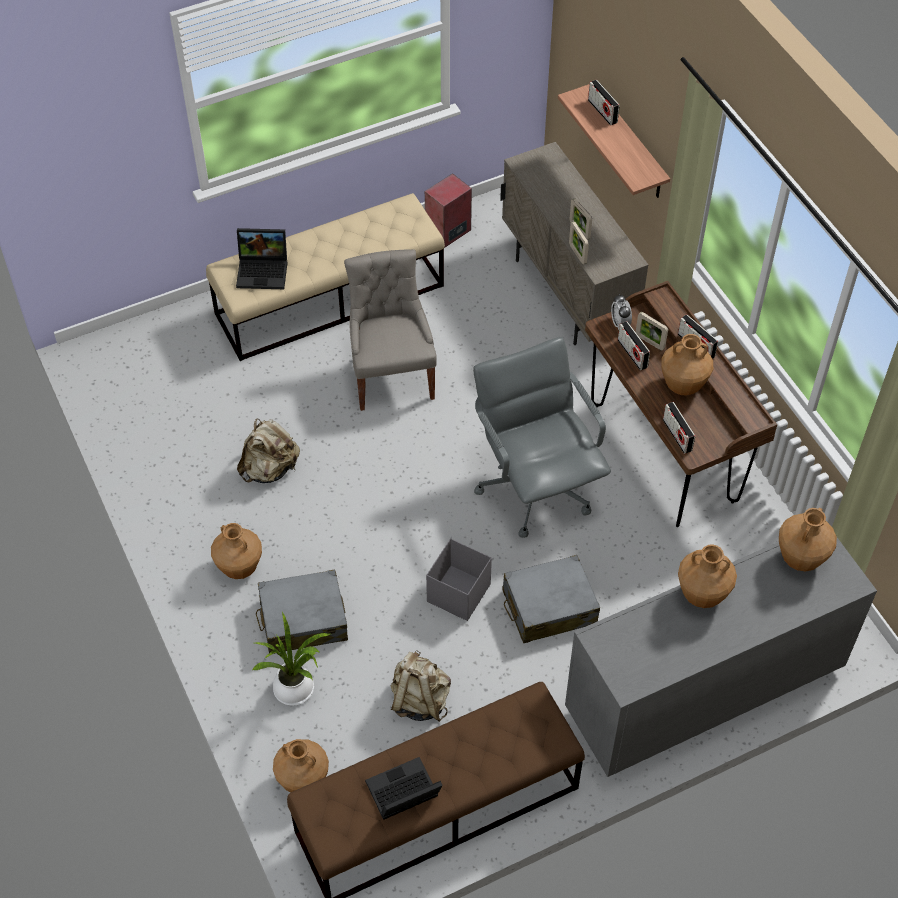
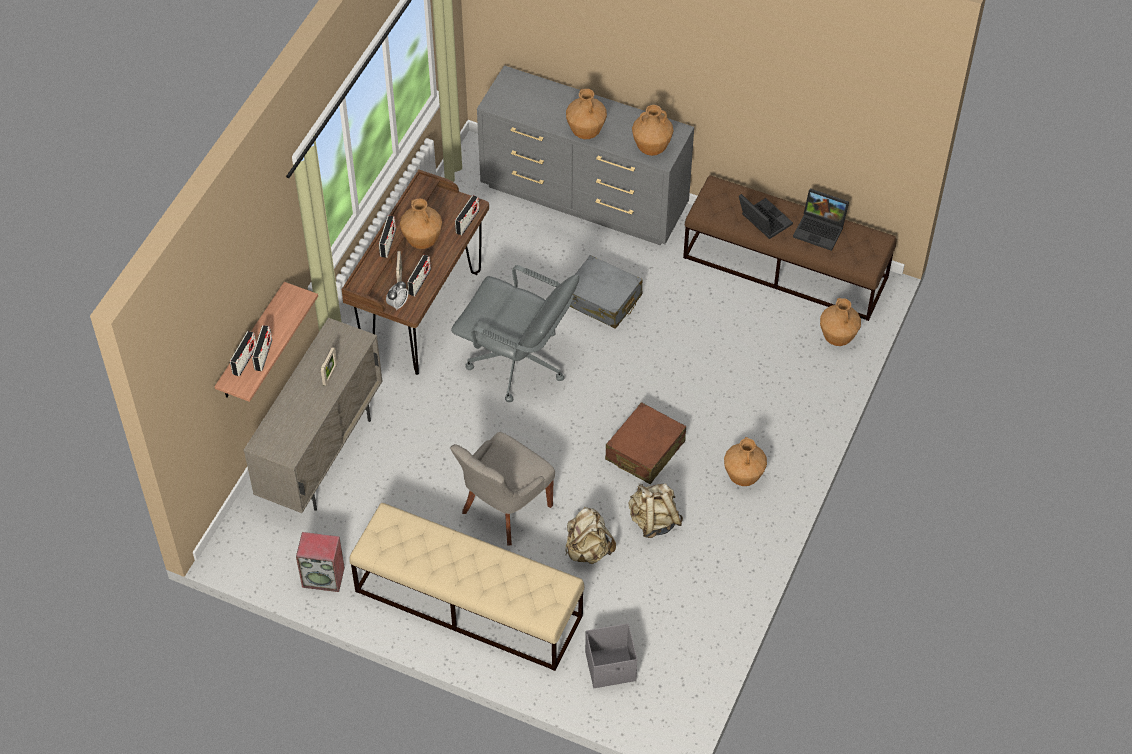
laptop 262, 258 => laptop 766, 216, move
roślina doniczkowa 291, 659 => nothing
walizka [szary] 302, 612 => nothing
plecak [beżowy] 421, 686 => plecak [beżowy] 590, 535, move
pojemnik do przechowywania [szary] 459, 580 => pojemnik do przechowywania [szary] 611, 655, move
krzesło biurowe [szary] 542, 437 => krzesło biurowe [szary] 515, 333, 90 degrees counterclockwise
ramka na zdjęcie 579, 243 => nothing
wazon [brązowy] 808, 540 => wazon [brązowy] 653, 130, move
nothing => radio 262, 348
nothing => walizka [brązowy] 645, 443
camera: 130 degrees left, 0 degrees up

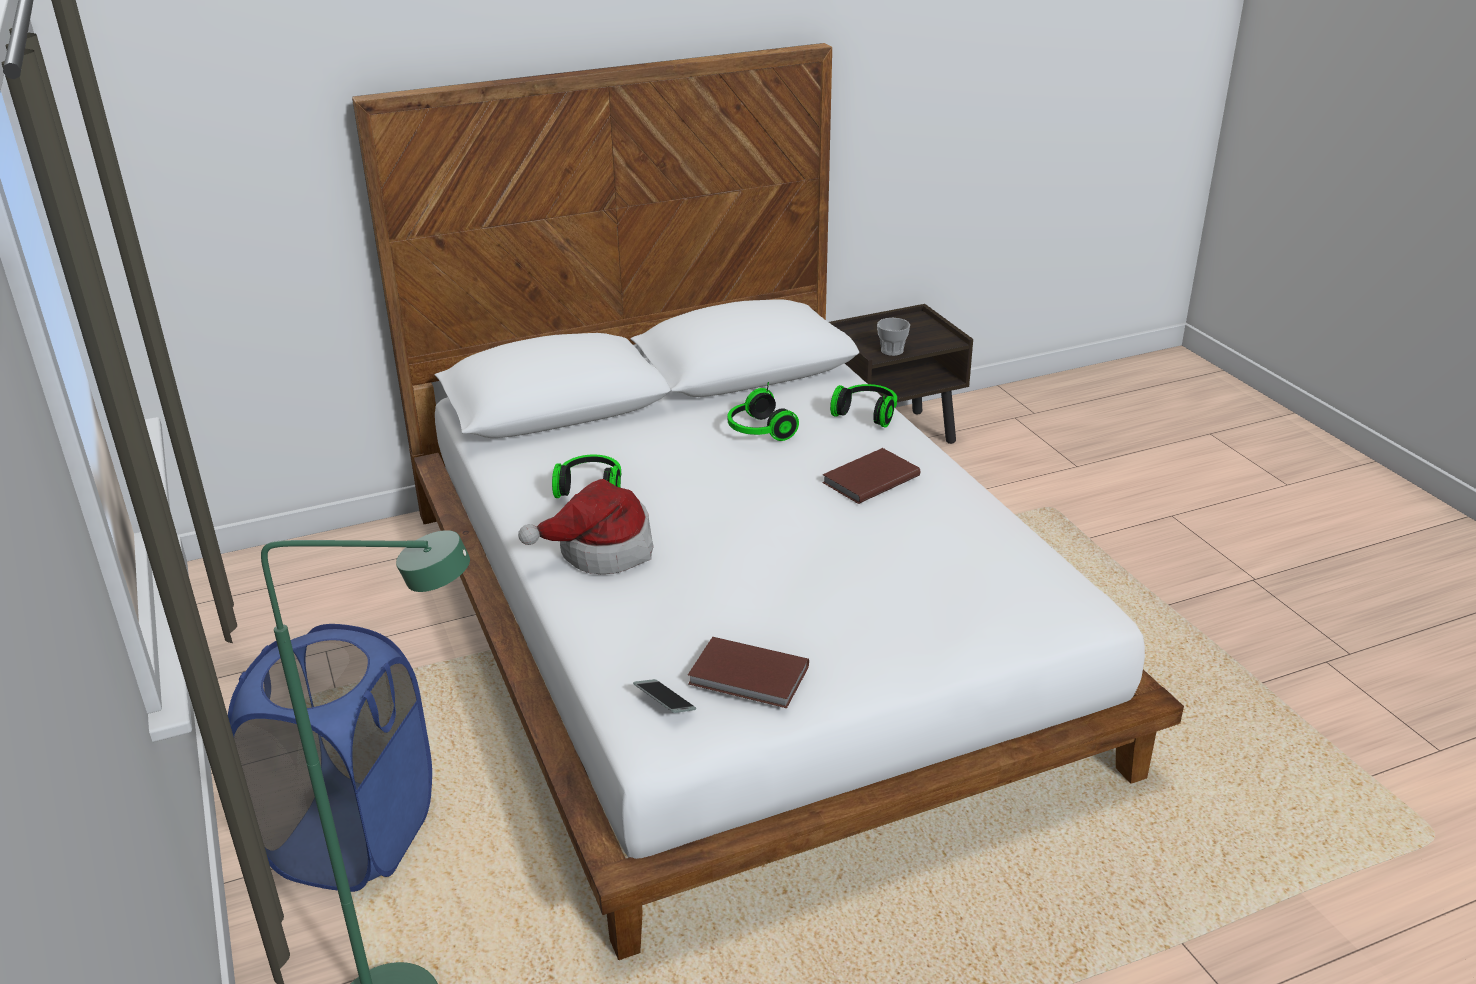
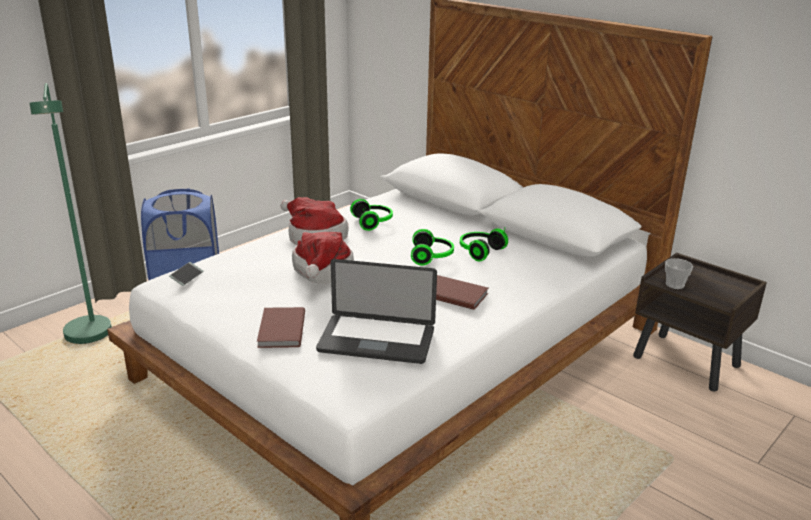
książka [brązowy] 748, 672 => książka [brązowy] 281, 327, move
słuchawki 863, 406 => słuchawki 432, 247, move
nothing => kapelusz 323, 258
nothing => laptop 376, 311
camera: 65 degrees right, 5 degrees down

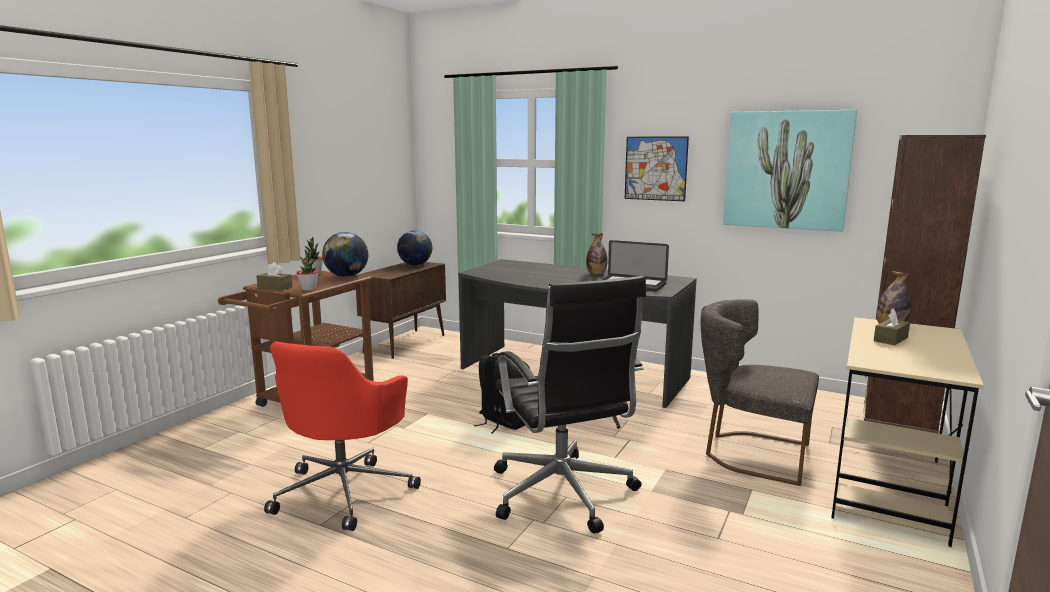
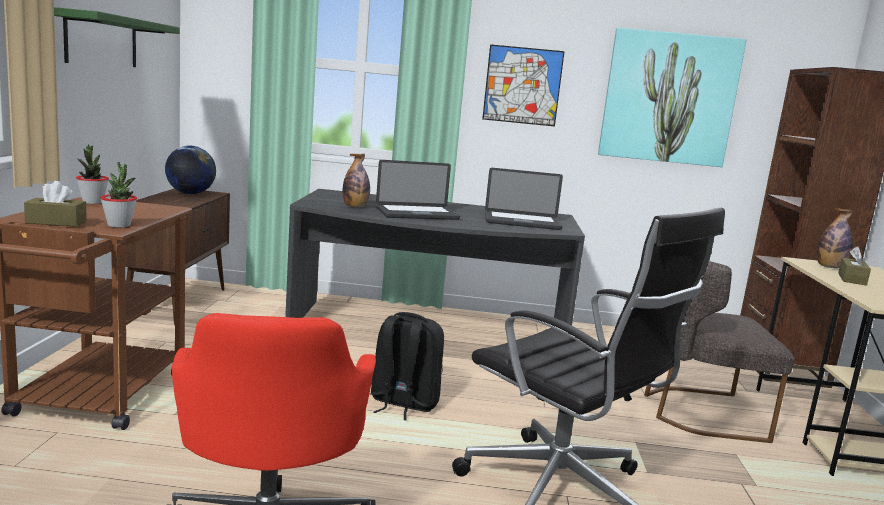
globus 345, 254 => nothing
butelka 597, 253 => butelka 356, 180, move
nothing => półka [zielony] 117, 37
nothing => laptop 418, 190
camera: 25 degrees left, 0 degrees up

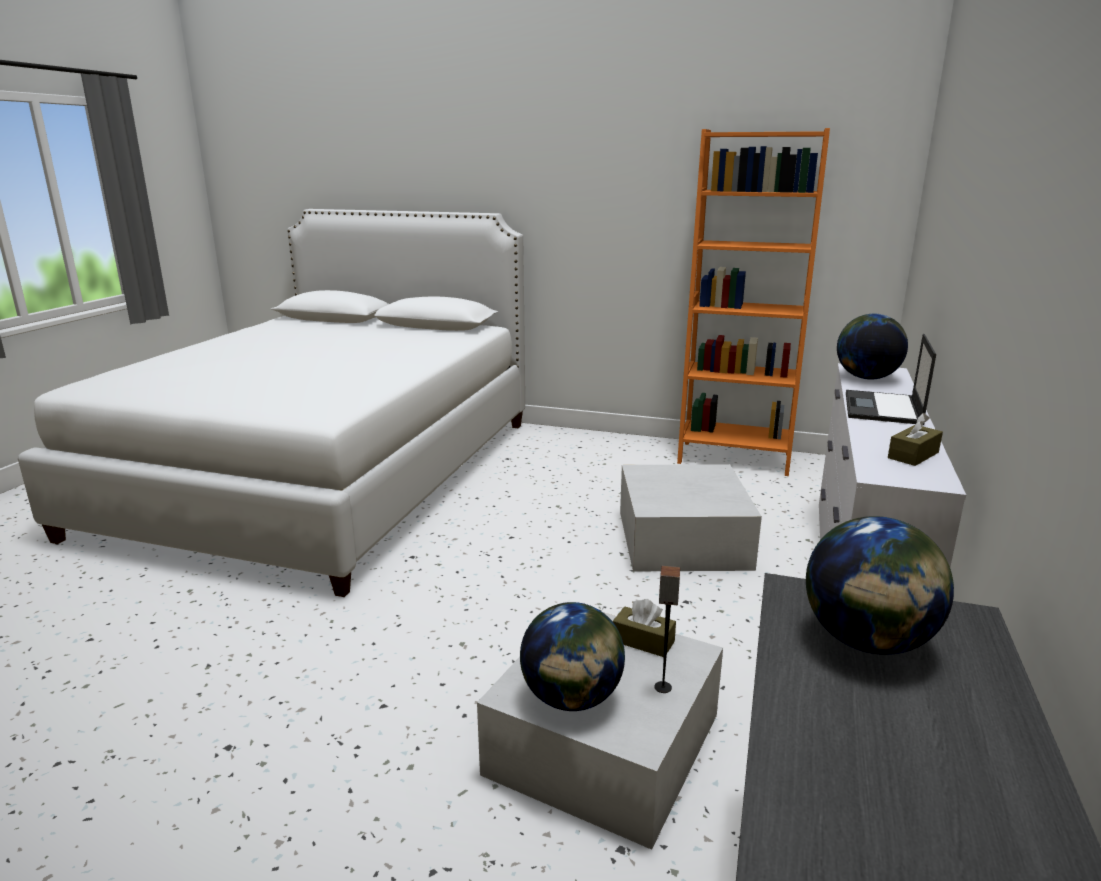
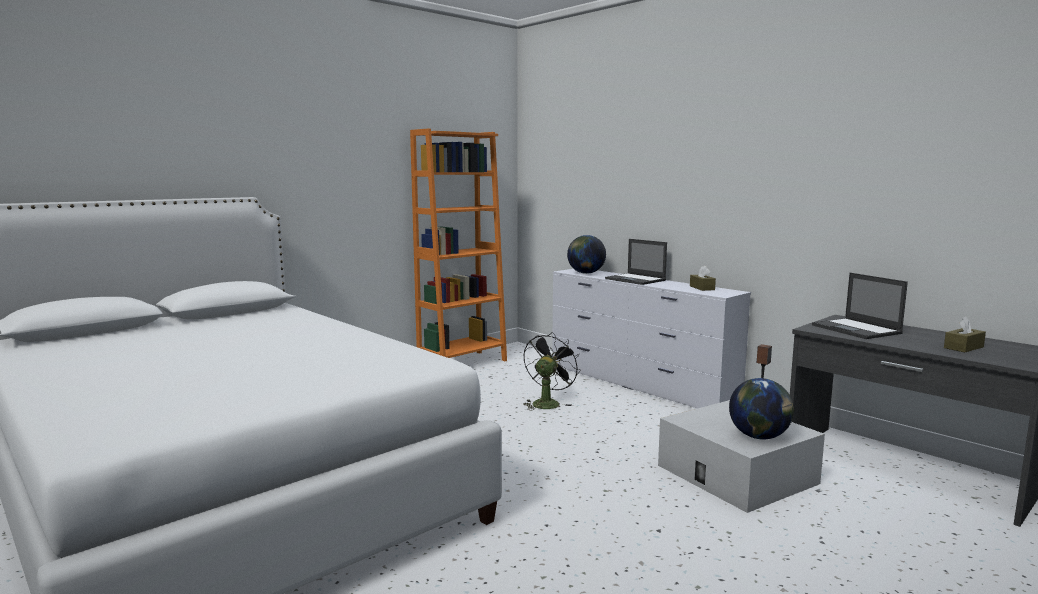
pudełko chusteczek [brązowy] 644, 628 => pudełko chusteczek [brązowy] 965, 334, move
pojemnik do przechowywania [biały] 691, 517 => wentylator [czarny] 552, 371
globus 880, 585 => laptop 860, 306
camera: 60 degrees left, 10 degrees down

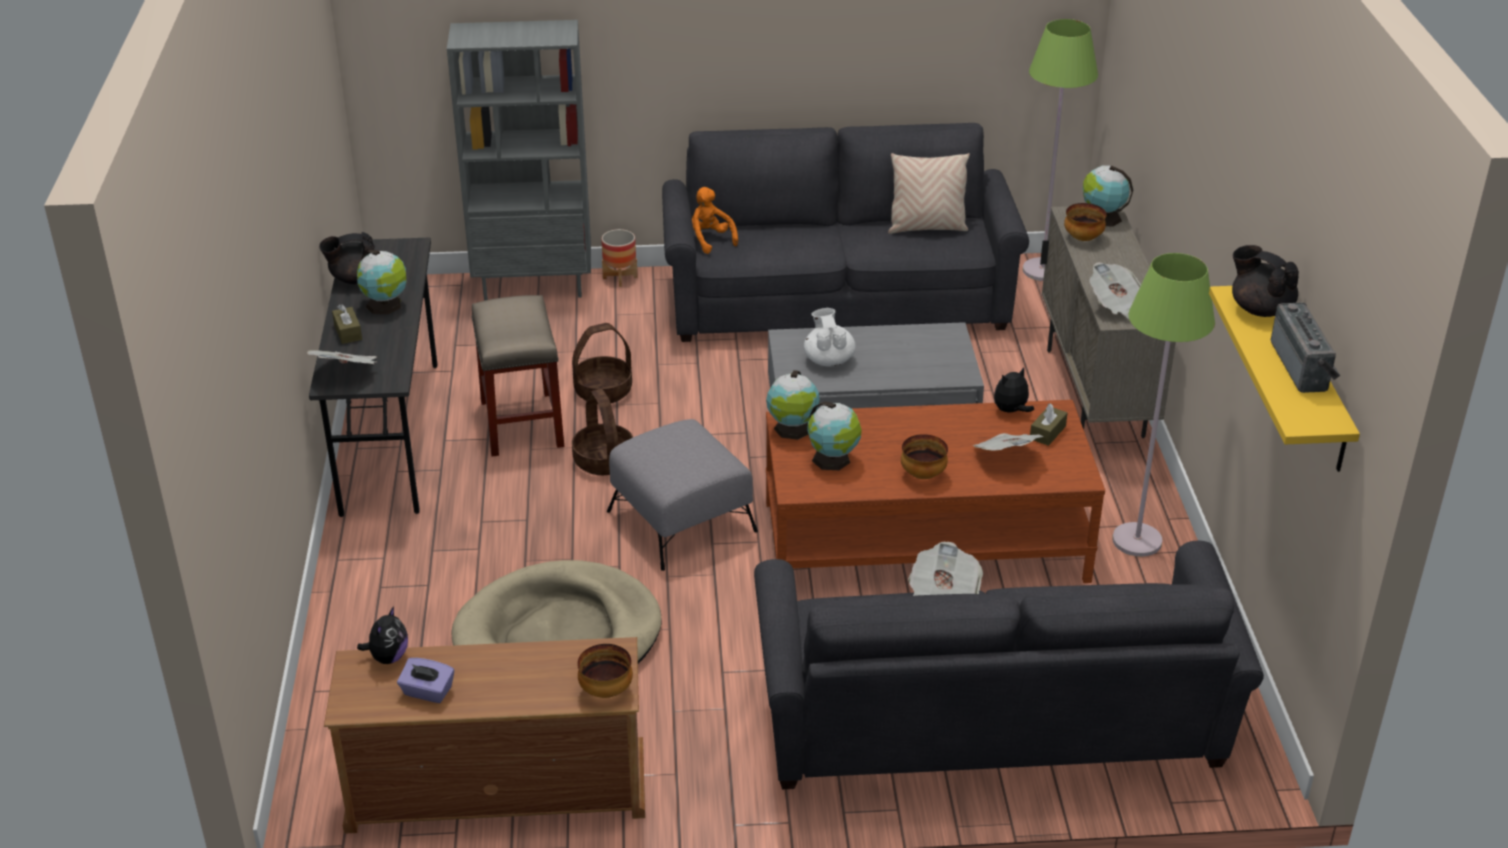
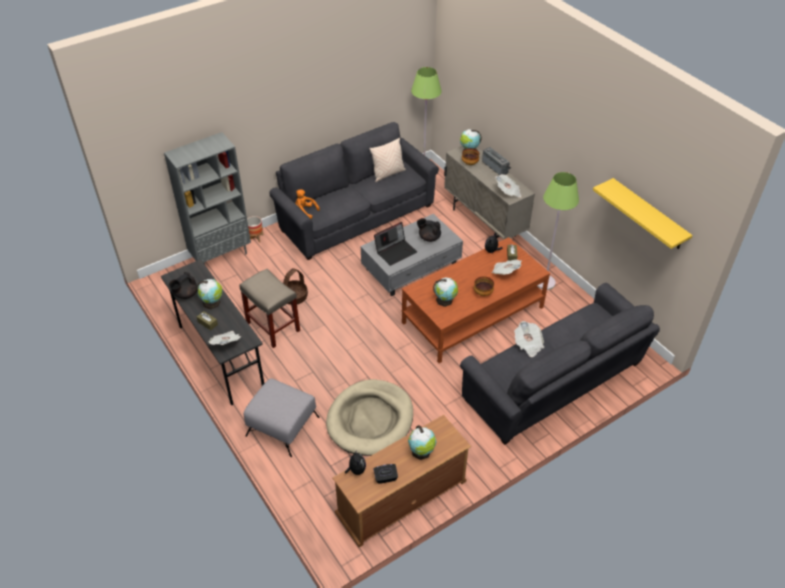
pudełko chusteczek [fioletowy] 425, 680 => pudełko chusteczek [czarny] 386, 474
koszyk 602, 432 => nothing
miska 605, 671 => nothing
pufa [szary] 682, 495 => pufa [szary] 281, 417, move
globus 793, 405 => globus 422, 442, move
imbryk [biały] 830, 337 => laptop 395, 244
imbryk [czarny] 1265, 281 => imbryk [czarny] 429, 230, move
radio 1305, 347 => radio 496, 161, move
camera: 30 degrees left, 10 degrees up

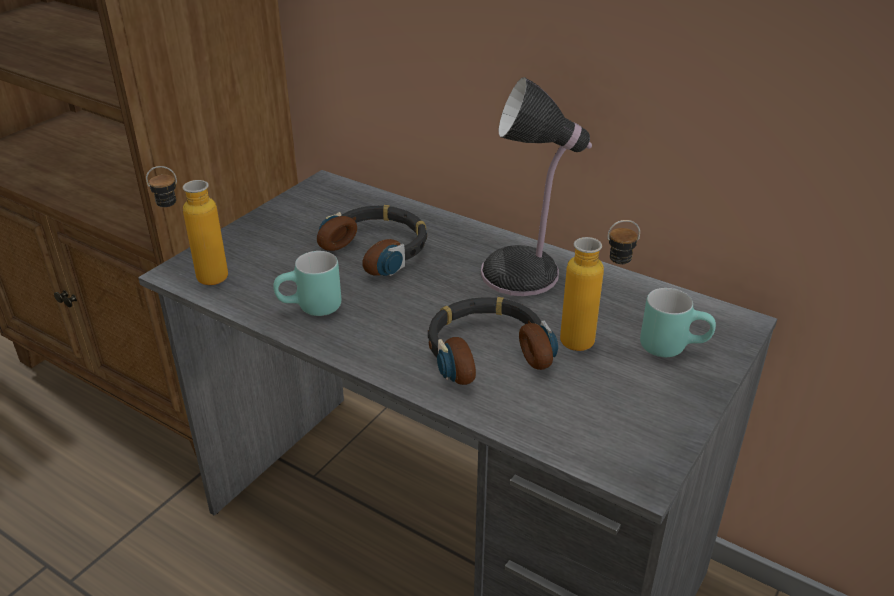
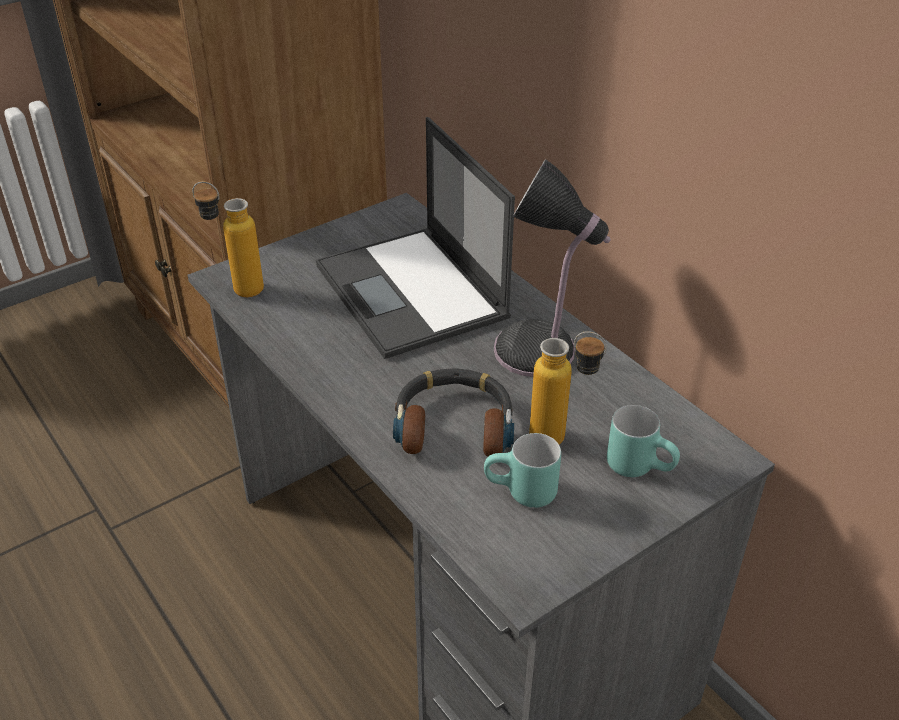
kubek [turkusowy] 307, 283 => kubek [turkusowy] 522, 470, move
słuchawki 372, 240 => laptop 415, 238
camera: 20 degrees right, 5 degrees up

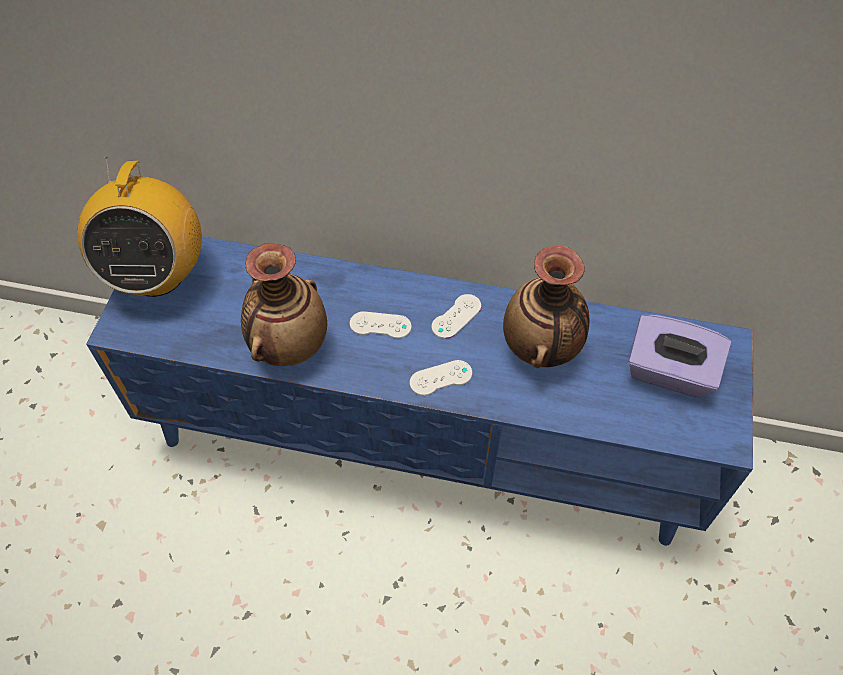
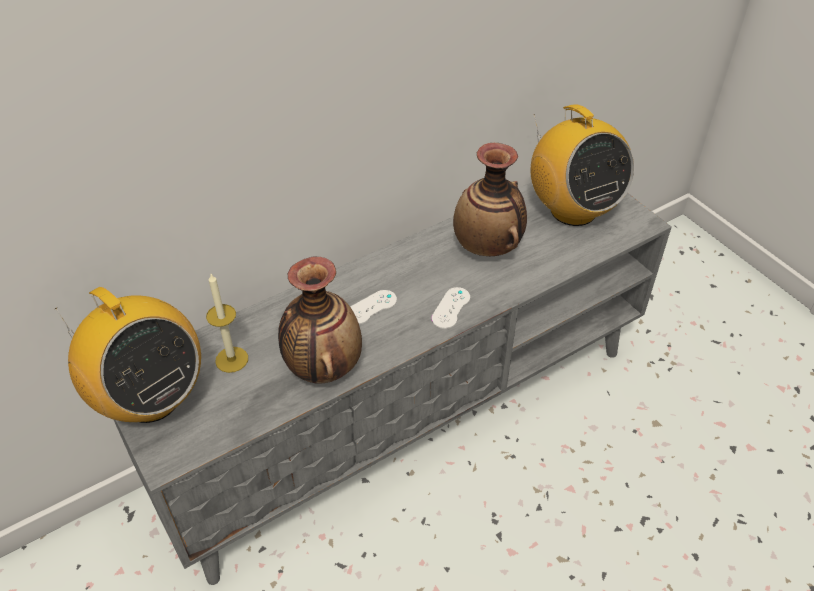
szafka pod telewizor [niebieski] 419, 391 => szafka pod telewizor [szary] 392, 383
pad do gier [biały] 456, 316 => nothing
pudełko chusteczek [fioletowy] 679, 356 => radio 582, 165
nothing => świeca 227, 323
camera: 45 degrees left, 10 degrees down

